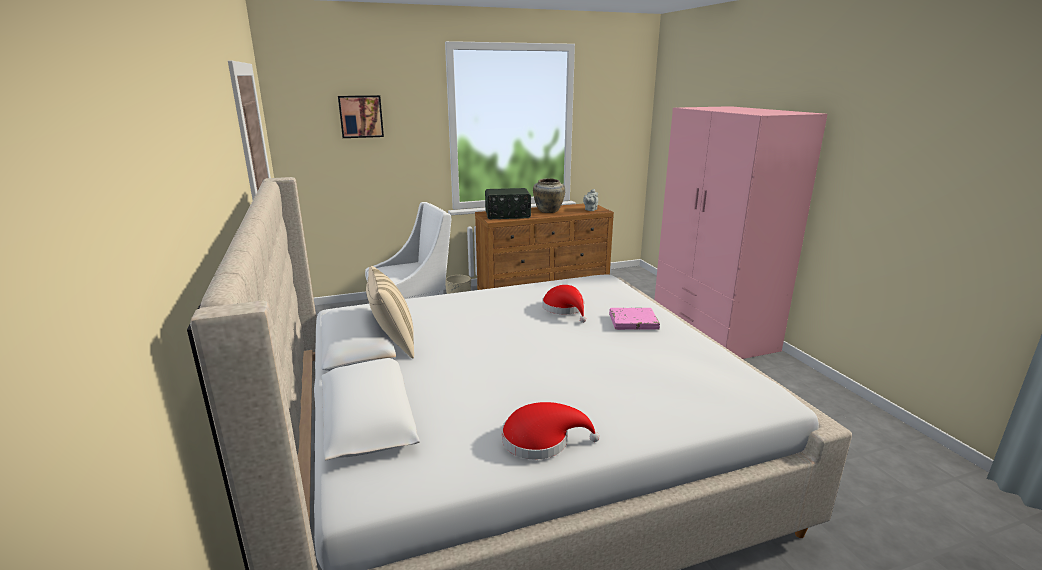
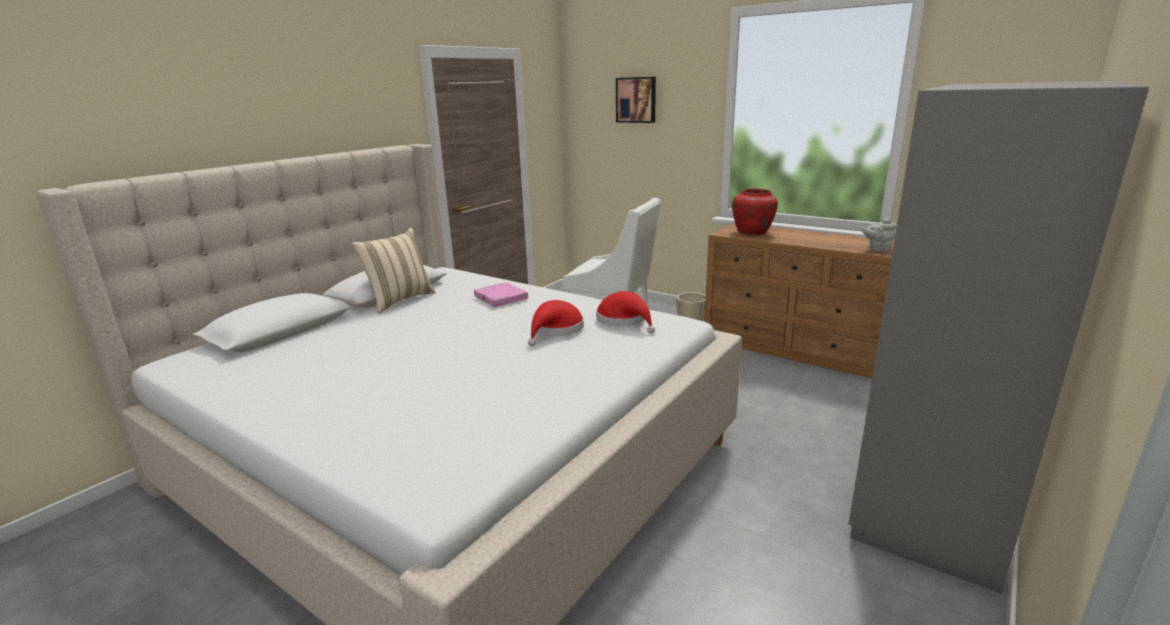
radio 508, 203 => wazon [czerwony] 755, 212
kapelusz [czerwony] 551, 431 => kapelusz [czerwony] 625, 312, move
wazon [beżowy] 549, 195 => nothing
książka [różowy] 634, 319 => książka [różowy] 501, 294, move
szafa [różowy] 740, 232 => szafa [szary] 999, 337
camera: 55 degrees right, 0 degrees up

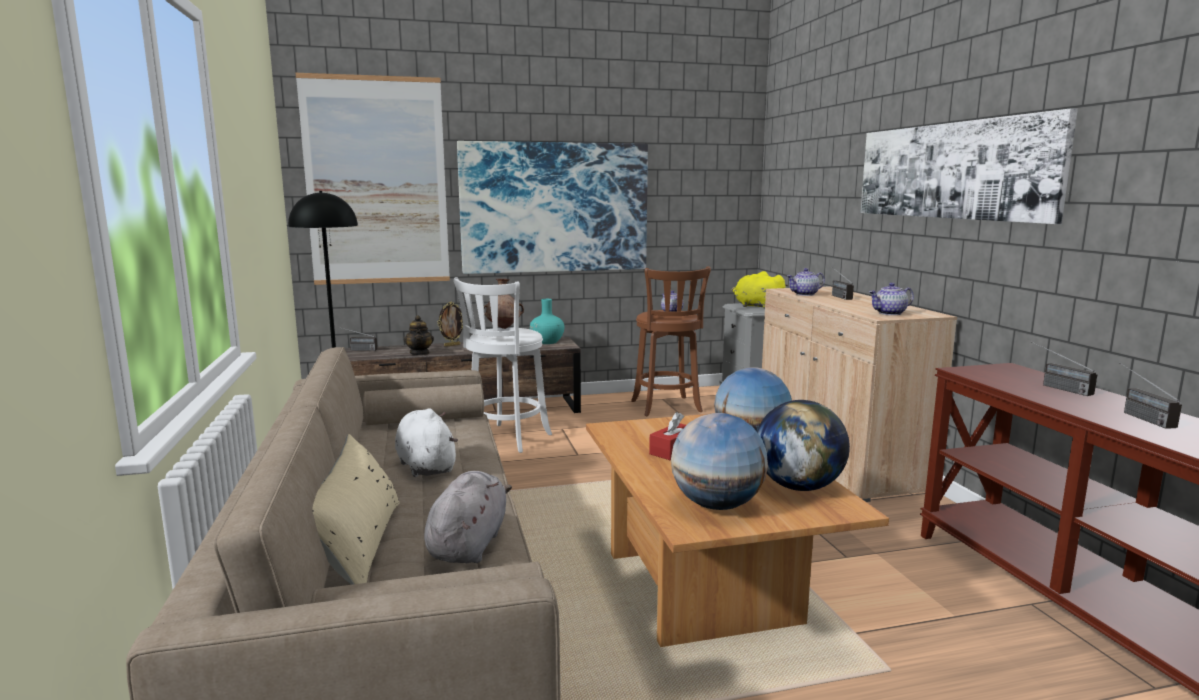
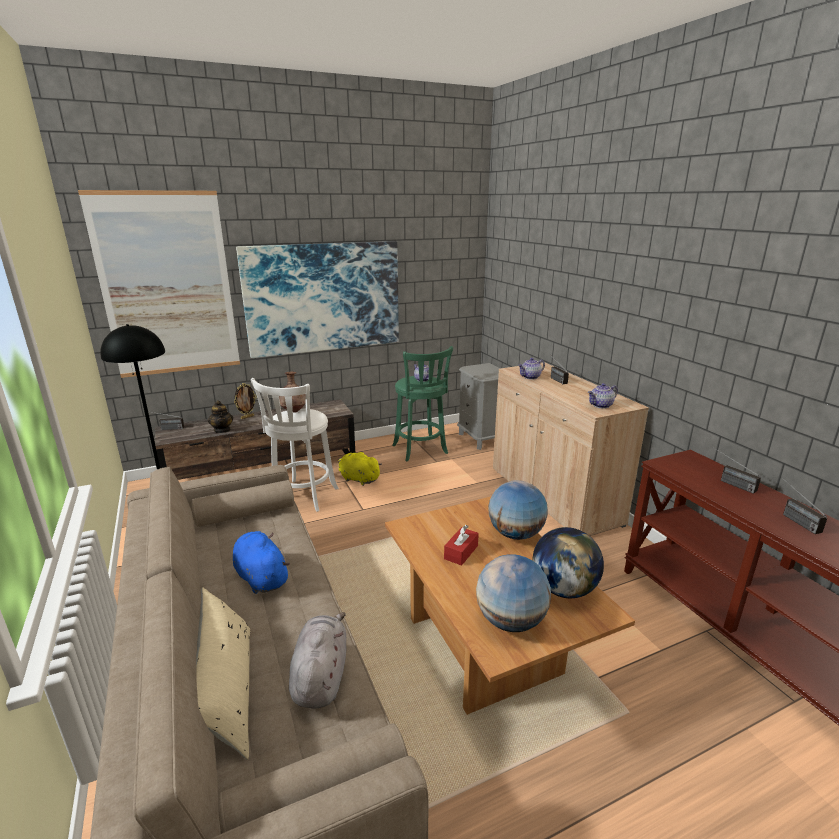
pluszak [biały] 426, 442 => pluszak [niebieski] 261, 562
wazon [turkusowy] 547, 321 => nothing
stołek [brązowy] 671, 341 => stołek [zielony] 422, 404
pluszak [żółty] 760, 290 => pluszak [żółty] 360, 469, move
obraz 969, 166 => nothing
camera: 10 degrees left, 10 degrees up

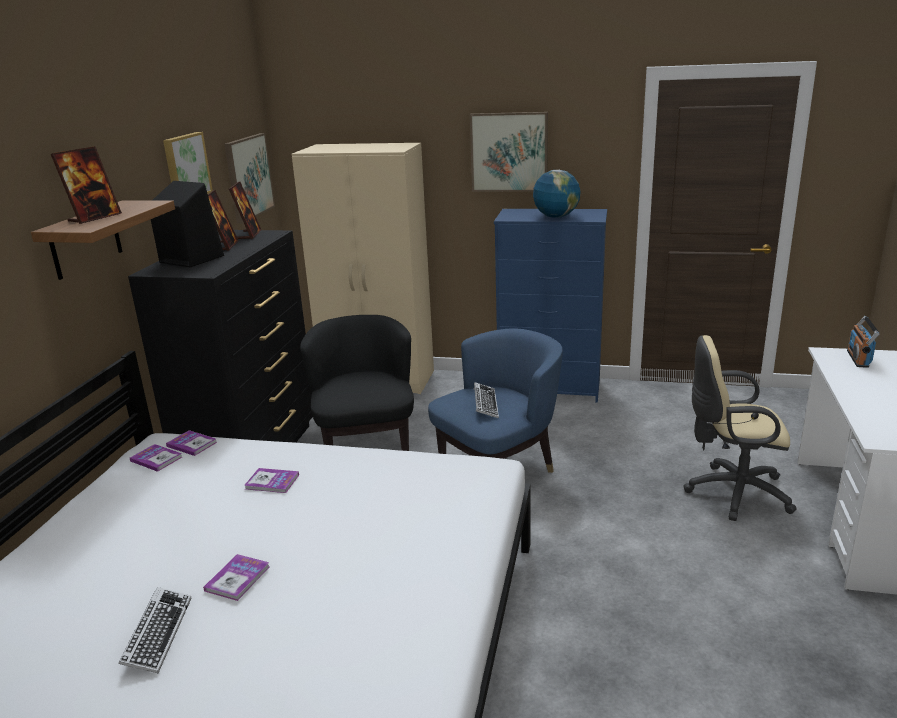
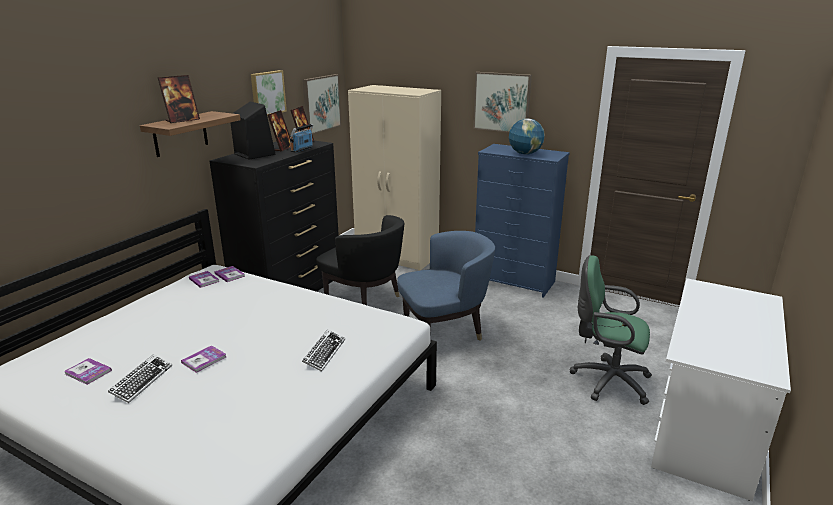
książka 271, 480 => książka 88, 371, move
fotel [czarny] 357, 383 => fotel [czarny] 360, 260, 120 degrees clockwise
klawiatura 486, 400 => klawiatura 323, 350, move
krzesło biurowe [beżowy] 740, 428 => krzesło biurowe [zielony] 610, 330
radio 863, 342 => radio 301, 138, move
camera: 15 degrees right, 0 degrees up

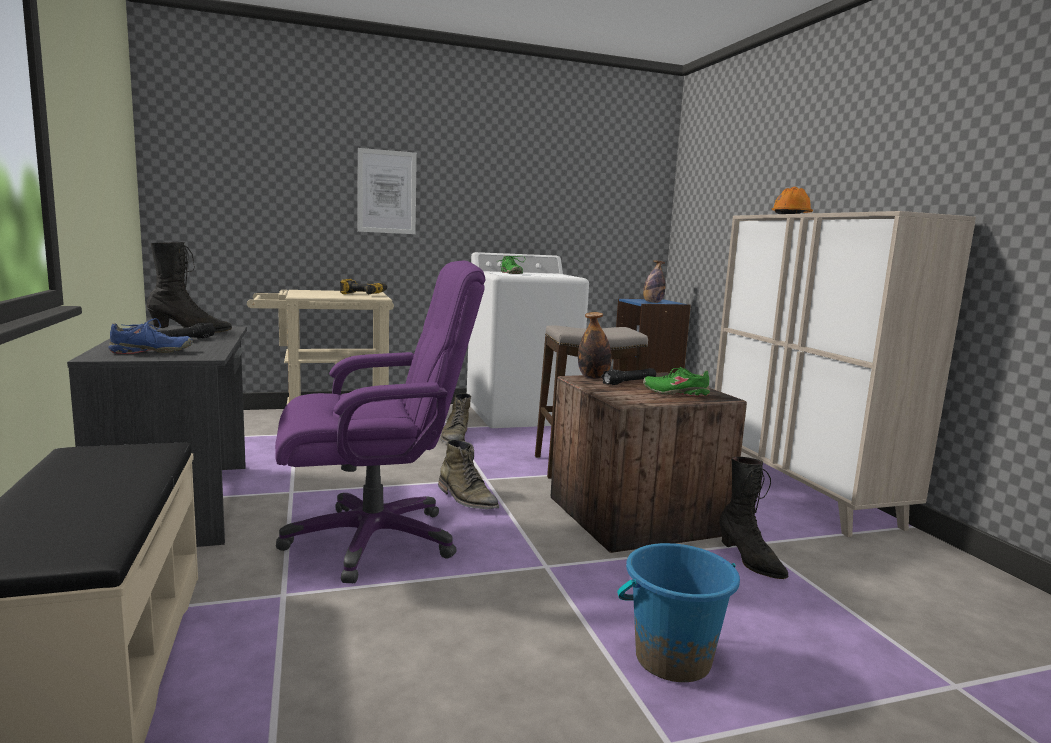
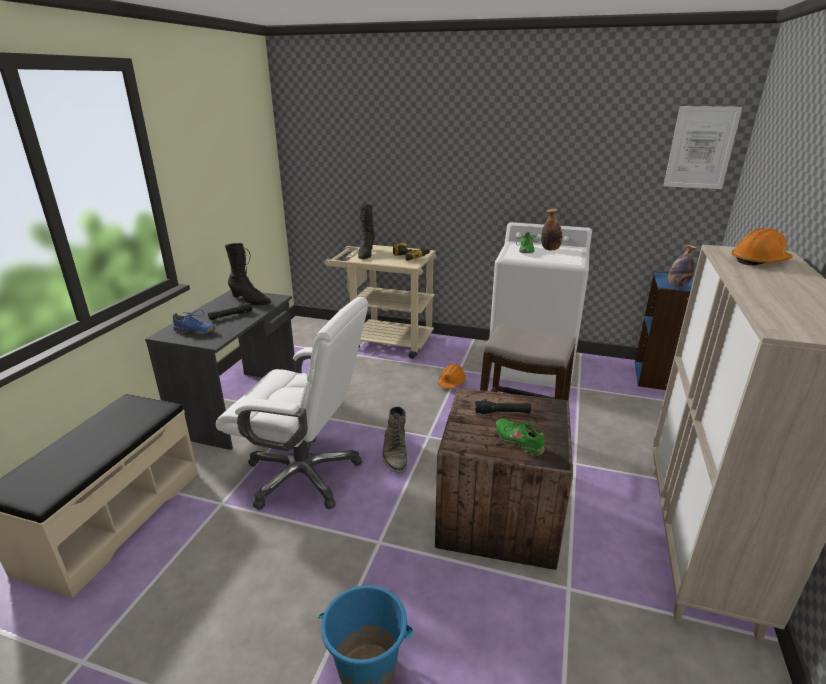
krzesło biurowe [fioletowy] 380, 422 => krzesło biurowe [biały] 292, 403
obraz 387, 191 => obraz 703, 147, move
but z cholewką [zielony] 455, 418 => kask [pomarańczowy] 452, 376
butelka 594, 345 => butelka 551, 229, move
but z cholewką [czarny] 753, 518 => but z cholewką [czarny] 366, 231, move
camera: 35 degrees right, 15 degrees up

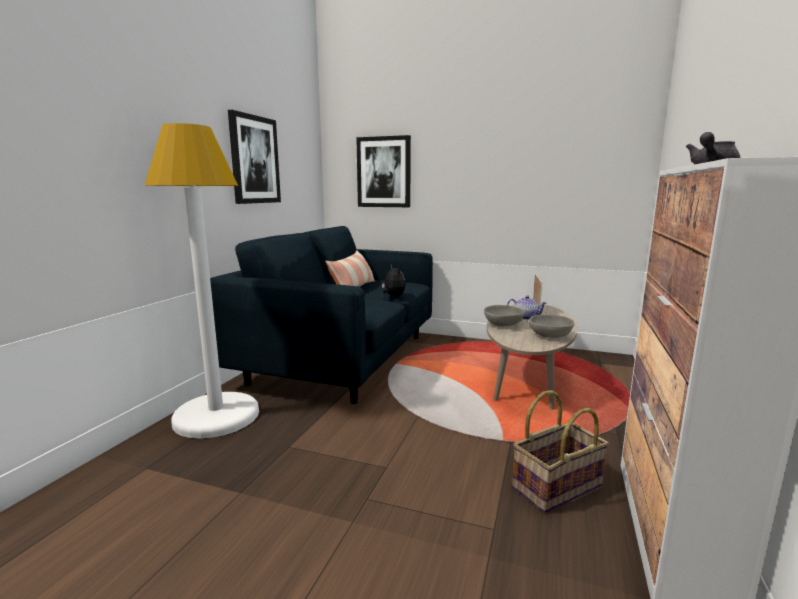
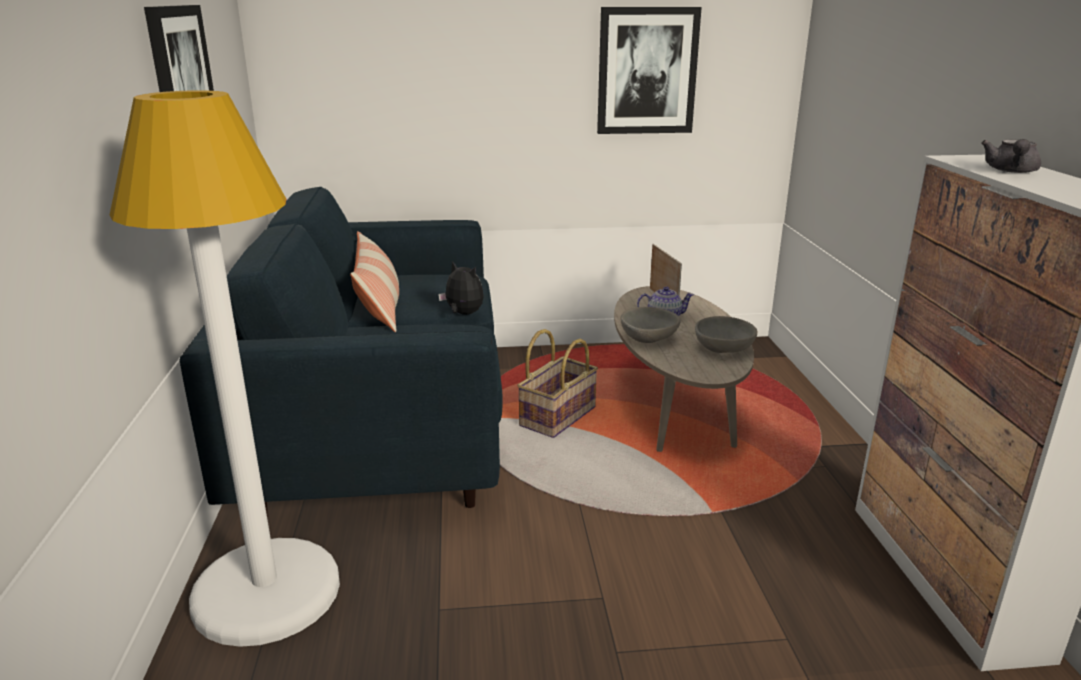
obraz 383, 171 => obraz 649, 70, move
koszyk 560, 451 => koszyk 557, 383, move
camera: 25 degrees left, 10 degrees up

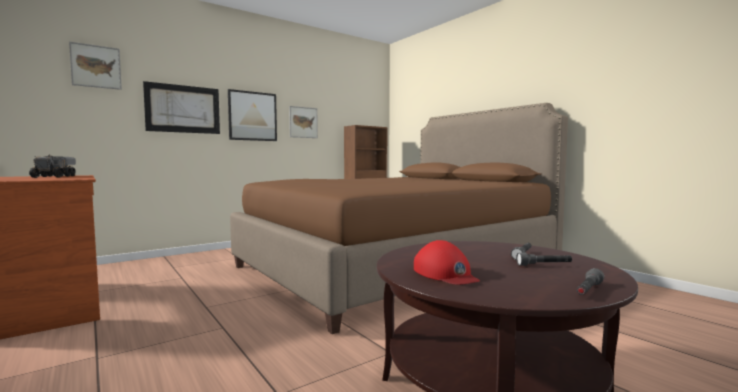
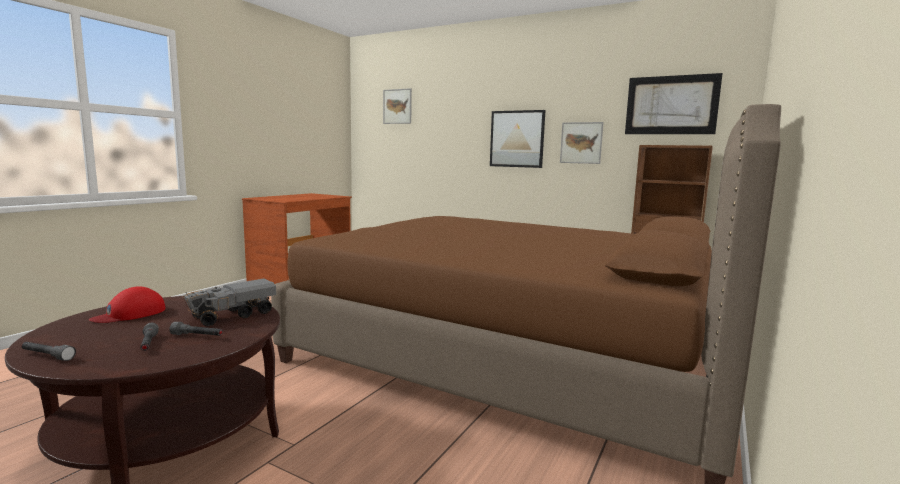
ciężarówka zabawkowa 52, 166 => ciężarówka zabawkowa 229, 302, move
obraz 181, 107 => obraz 674, 103, move
camera: 65 degrees right, 5 degrees up

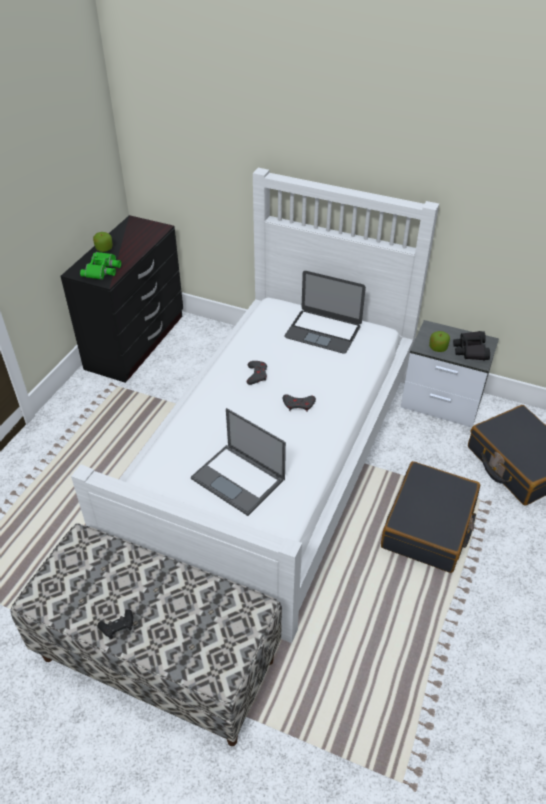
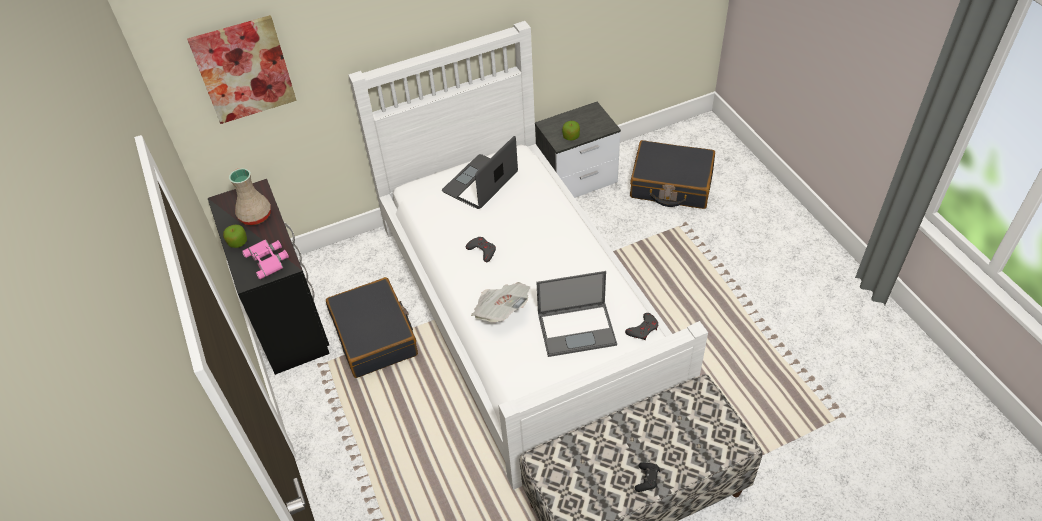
lornetka [zielony] 100, 266 => lornetka [różowy] 265, 259
pad do gier [szary] 299, 403 => pad do gier [szary] 641, 326, move
laptop 325, 312 => laptop 480, 172, 150 degrees clockwise
walizka [czarny] 430, 517 => walizka [czarny] 372, 327, move
lornetka [czarny] 471, 345 => nothing
nothing => obraz 242, 69
nothing => wazon [beżowy] 250, 196
nothing => gazeta 500, 302
camera: 45 degrees left, 5 degrees up

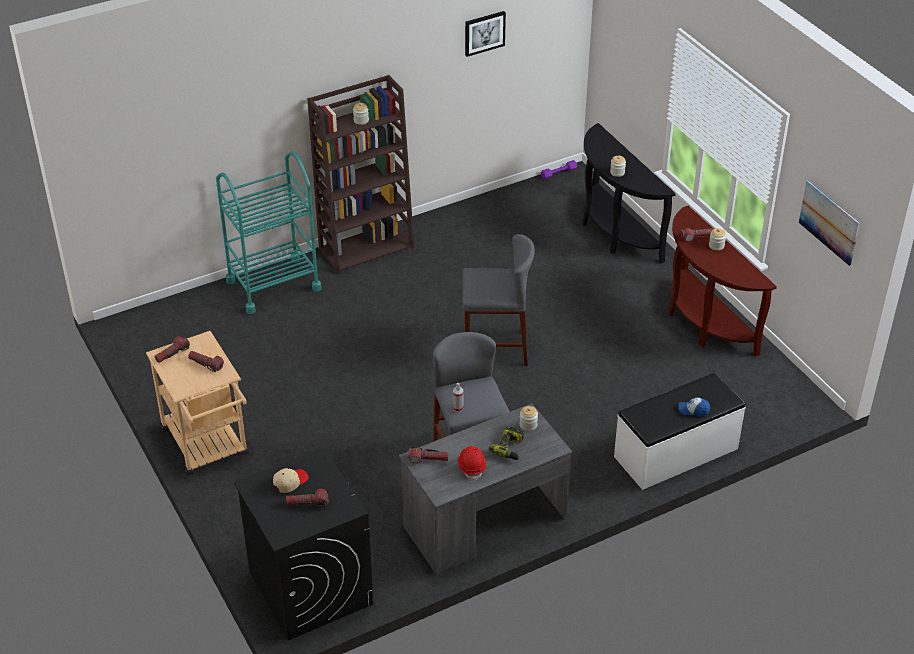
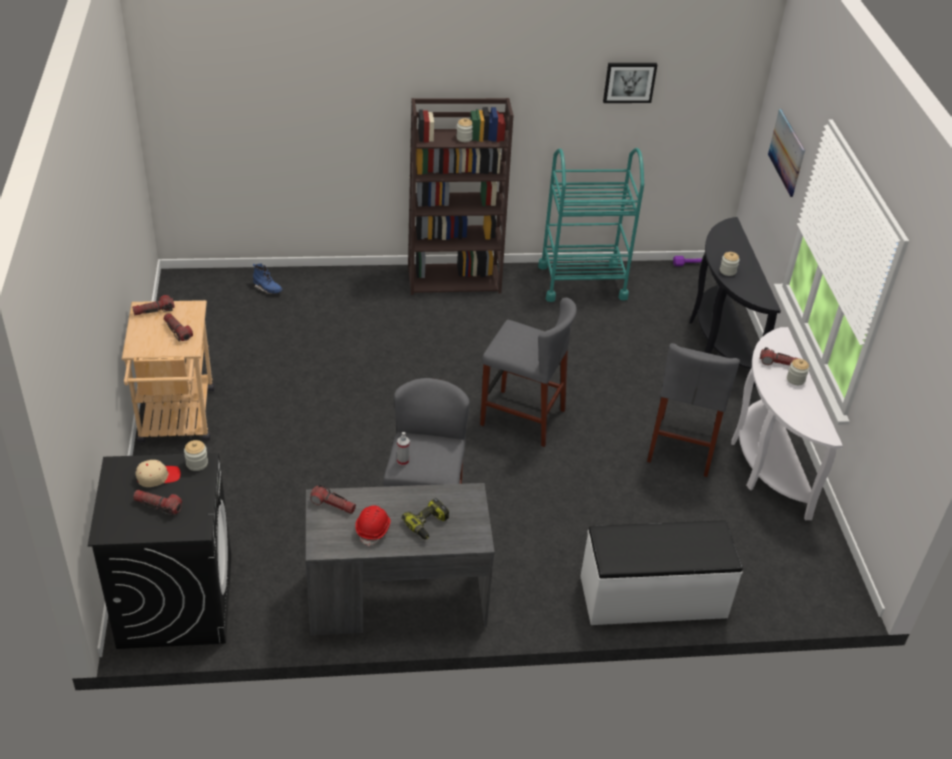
wózek [turkusowy] 269, 233 => wózek [turkusowy] 591, 225, move
słoik 529, 418 => słoik 196, 455, move
stolik konsolowy [brązowy] 722, 281 => stolik konsolowy [biały] 787, 423
czapka z daszkiem 694, 407 => nothing
obraz 829, 223 => obraz 786, 153, move
nothing => but z cholewką [niebieski] 268, 279
nothing => stołek [szary] 693, 410
camera: 20 degrees right, 0 degrees up

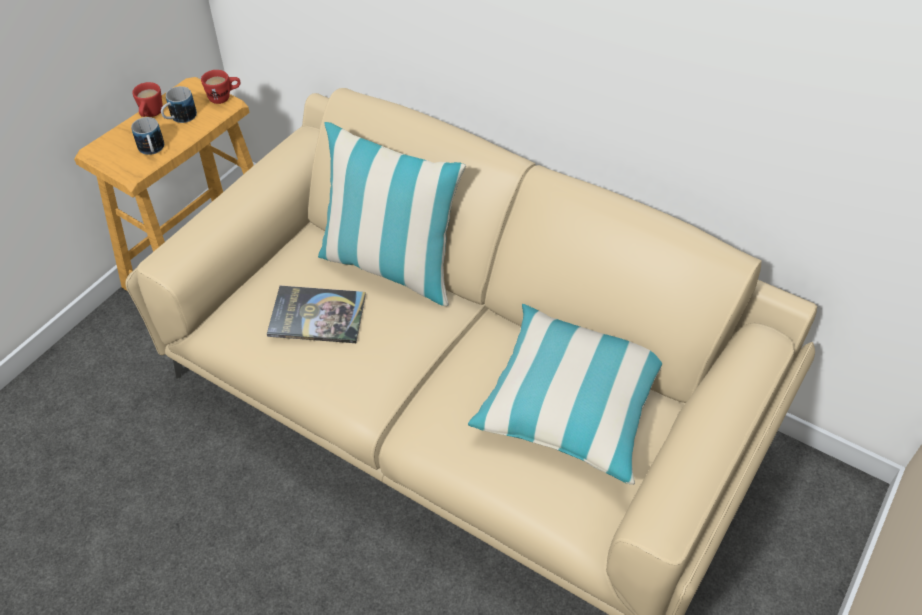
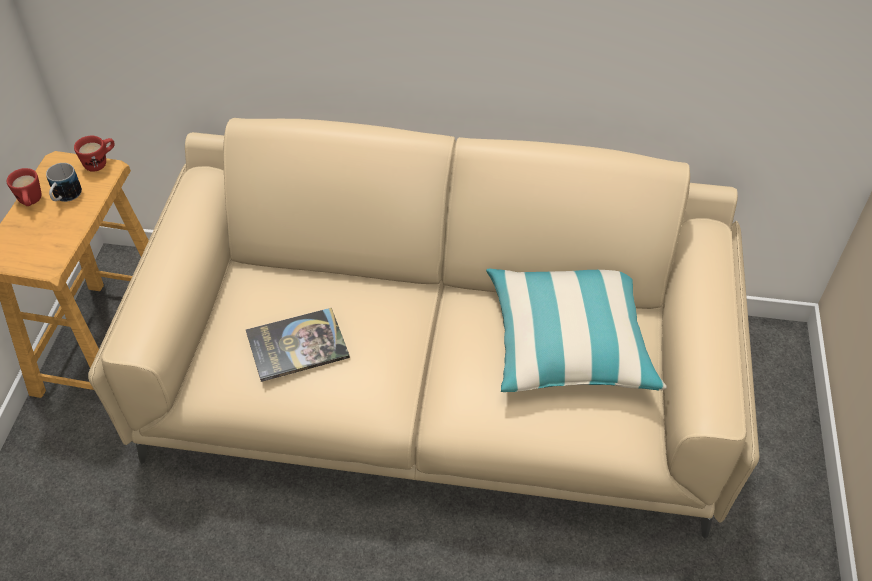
kubek 147, 136 => nothing
poduszka 392, 214 => nothing
camera: 25 degrees left, 0 degrees up

